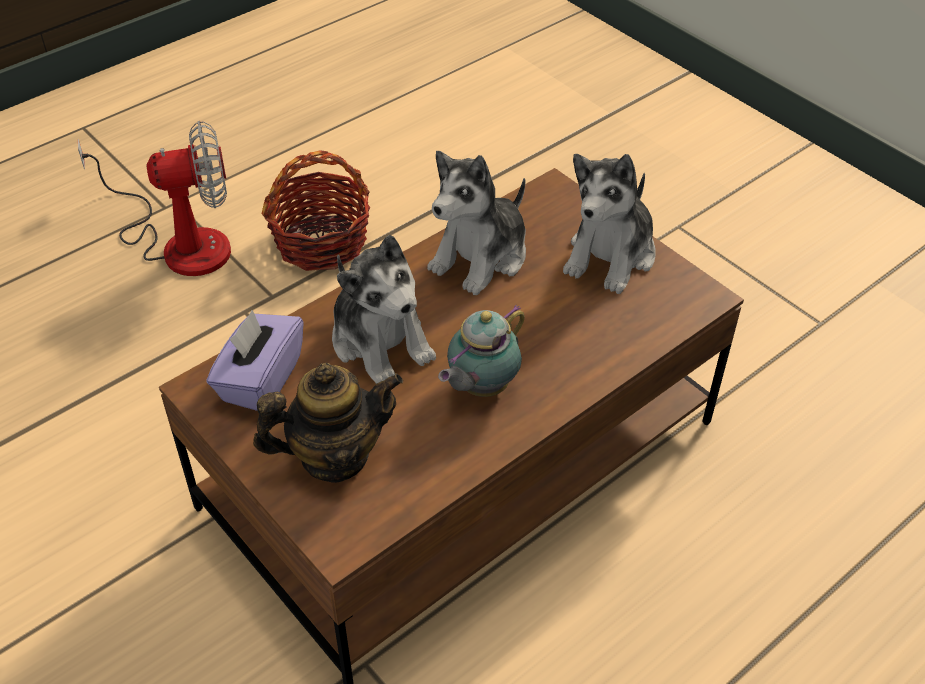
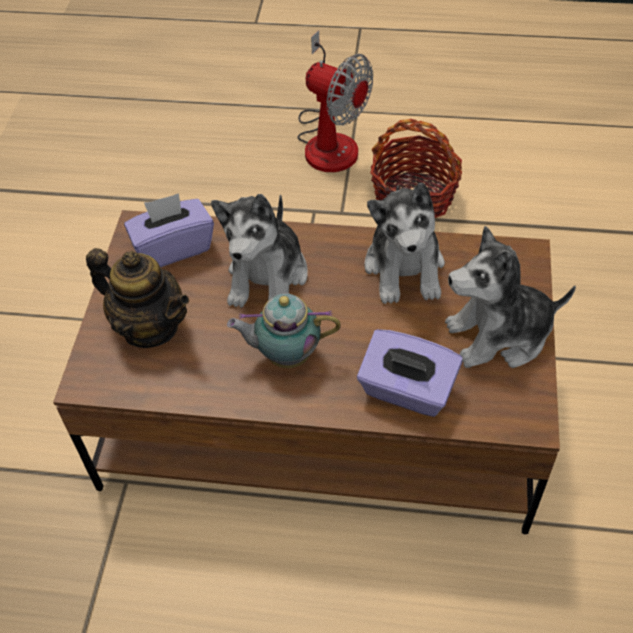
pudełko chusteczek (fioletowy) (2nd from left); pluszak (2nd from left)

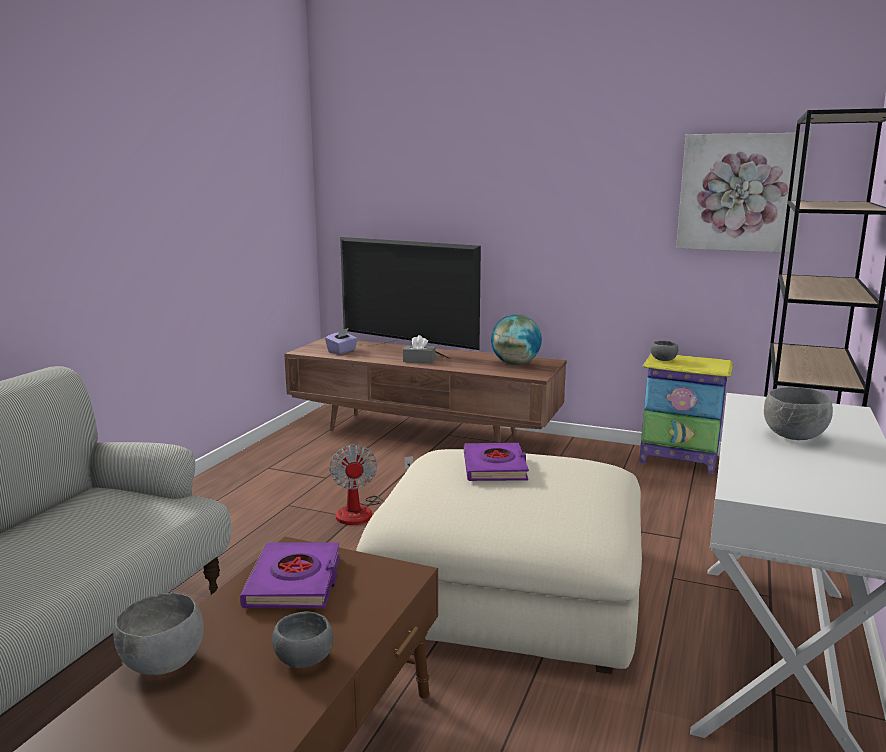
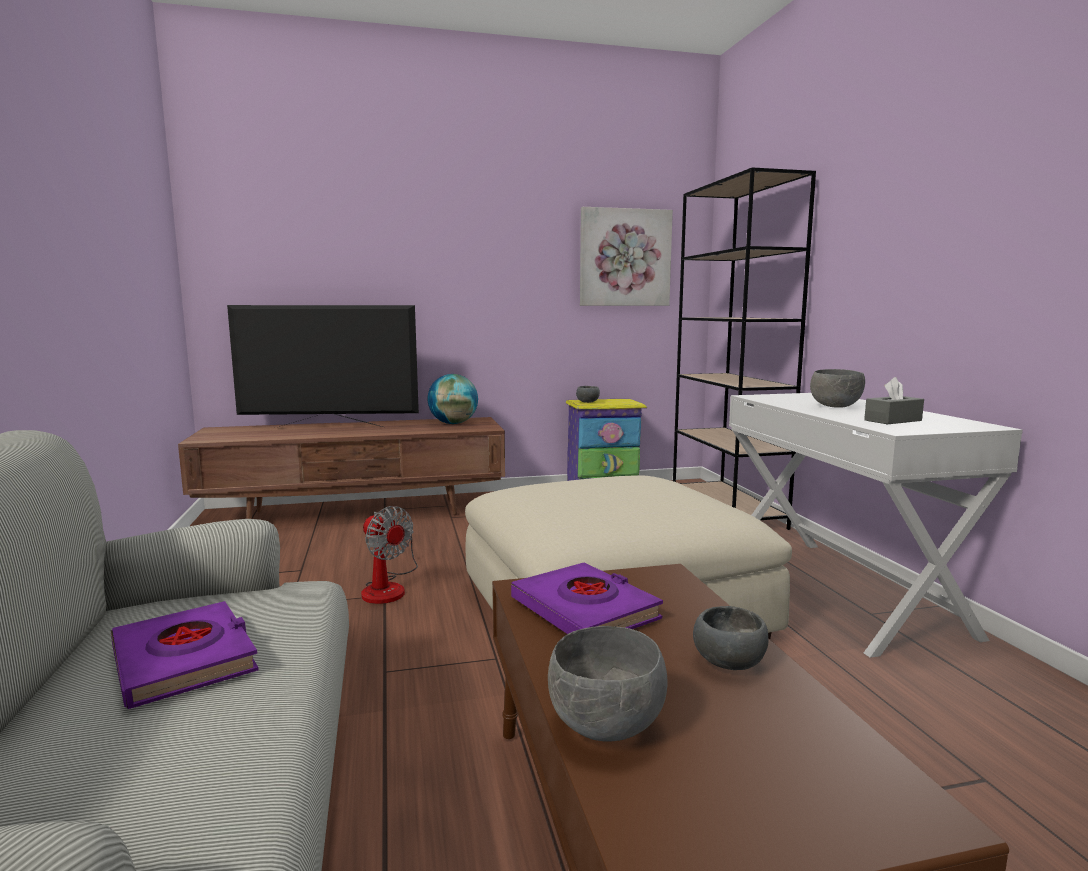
książka (fioletowy) (1st from left); pudełko chusteczek (szary); pudełko chusteczek (fioletowy)

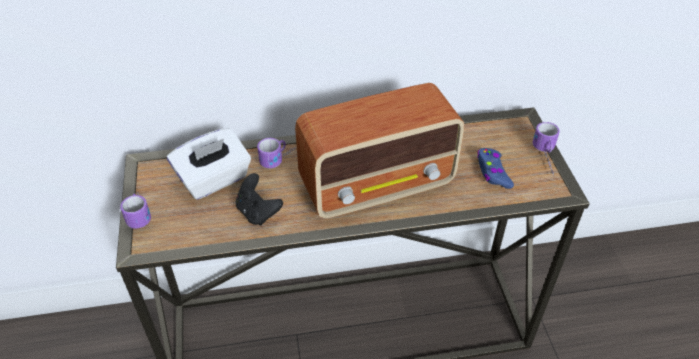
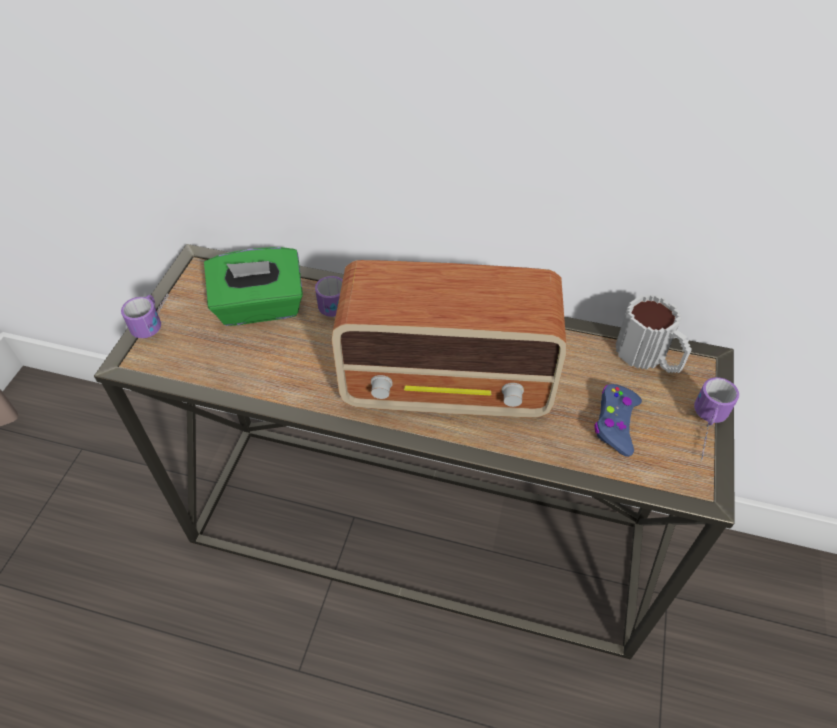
pudełko chusteczek (zielony); kubek (3rd from left); pad do gier (czarny)

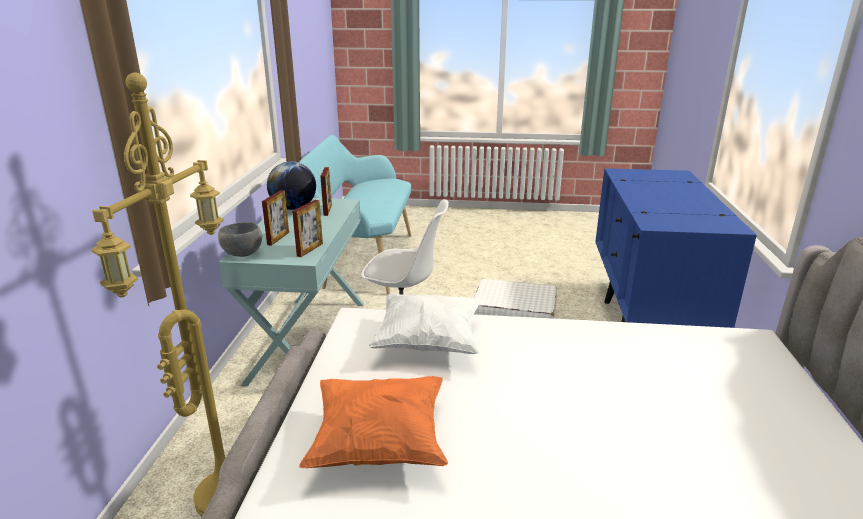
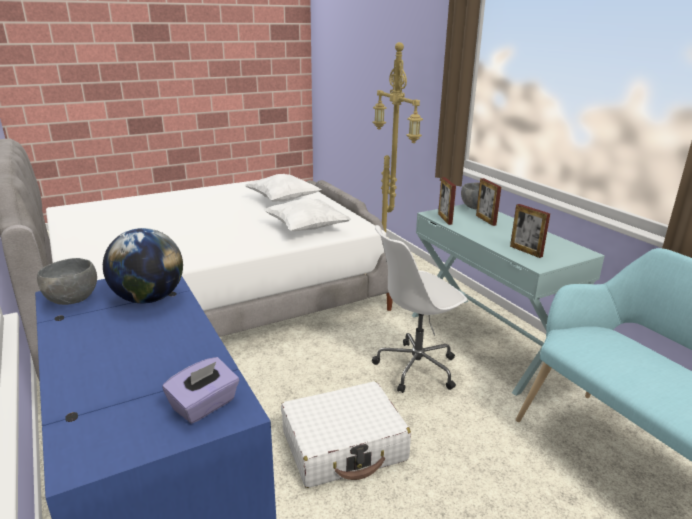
miska (szary) (1st from left); globus; pudełko chusteczek (fioletowy); poduszka (biały) (1st from left)

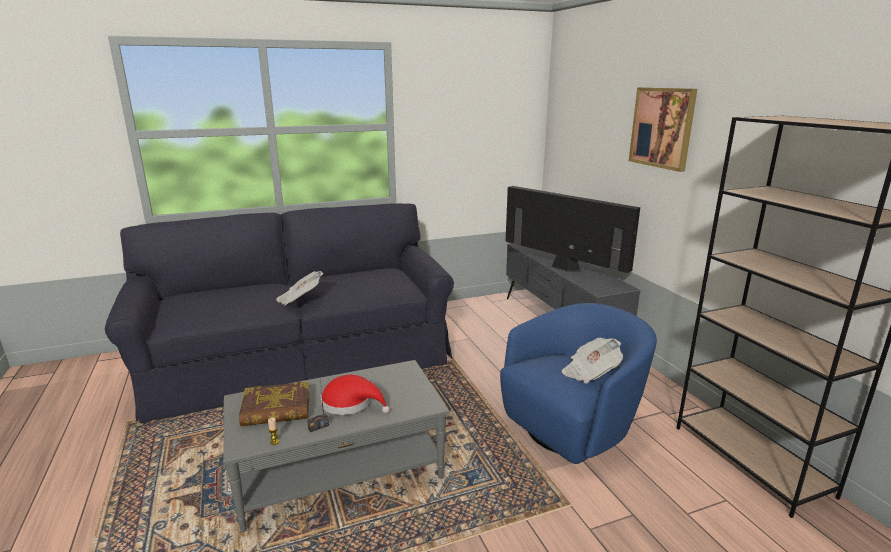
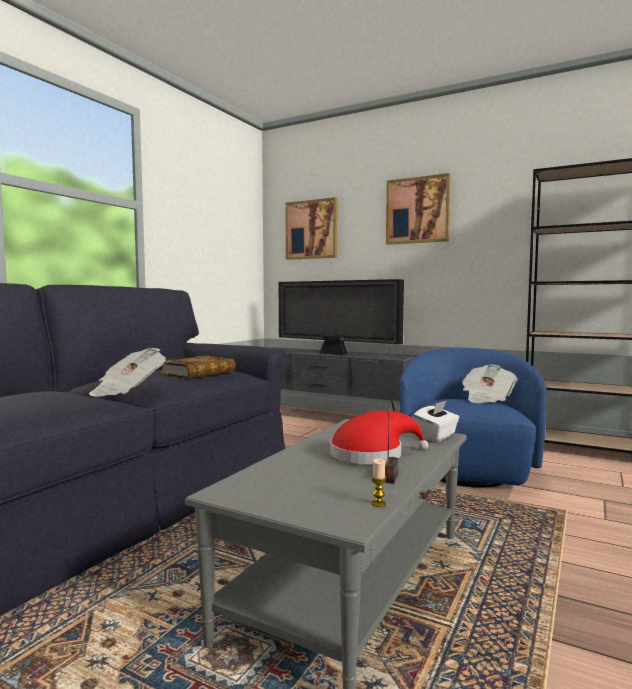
książka; telewizor; obraz (1st from left); pudełko chusteczek (biały)

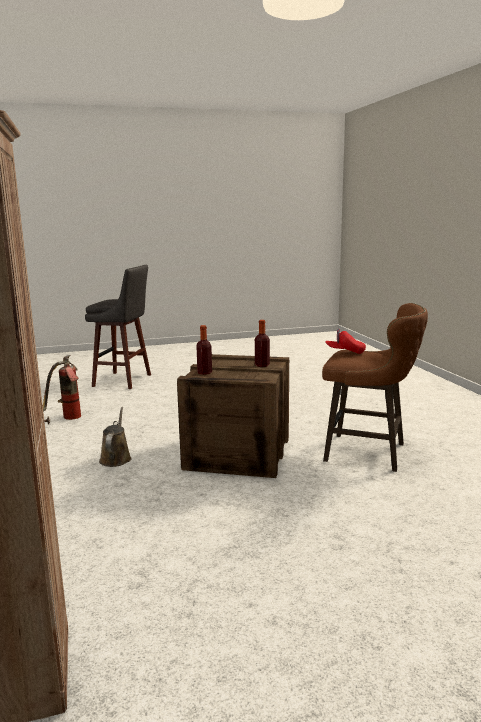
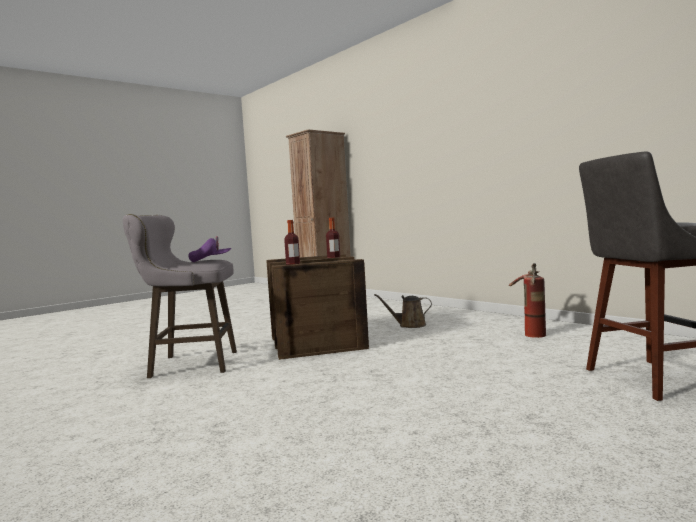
stołek (szary) (1st from left); czapka z daszkiem (fioletowy); konewka (brązowy)

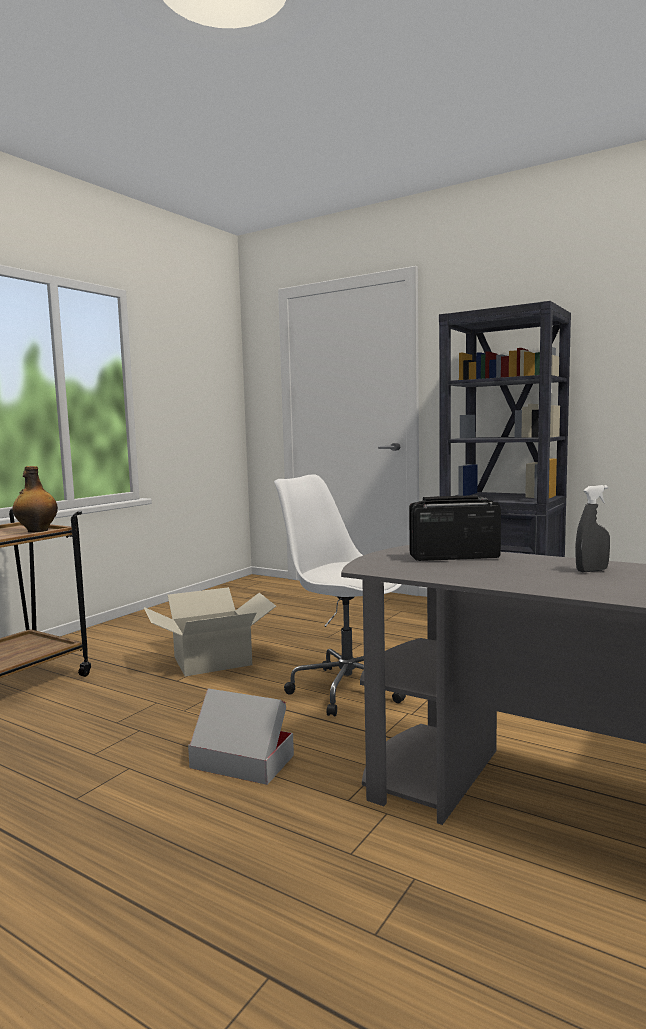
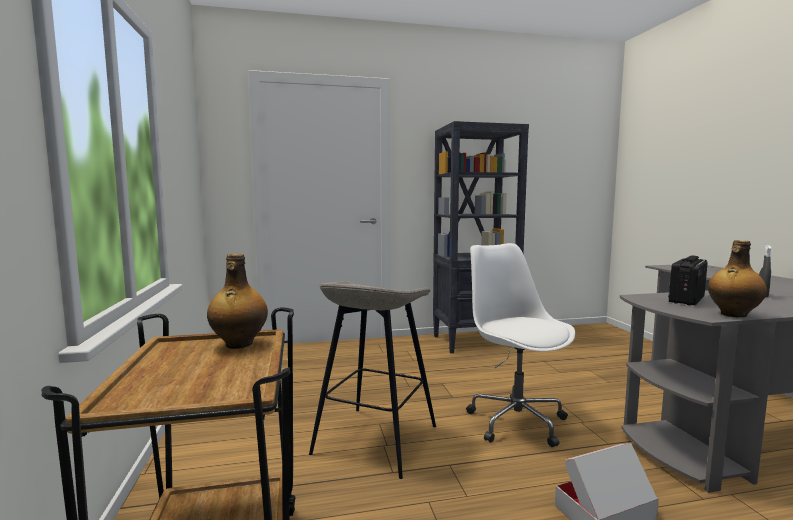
stołek (szary); krzesło biurowe (biały); butelka (2nd from left)

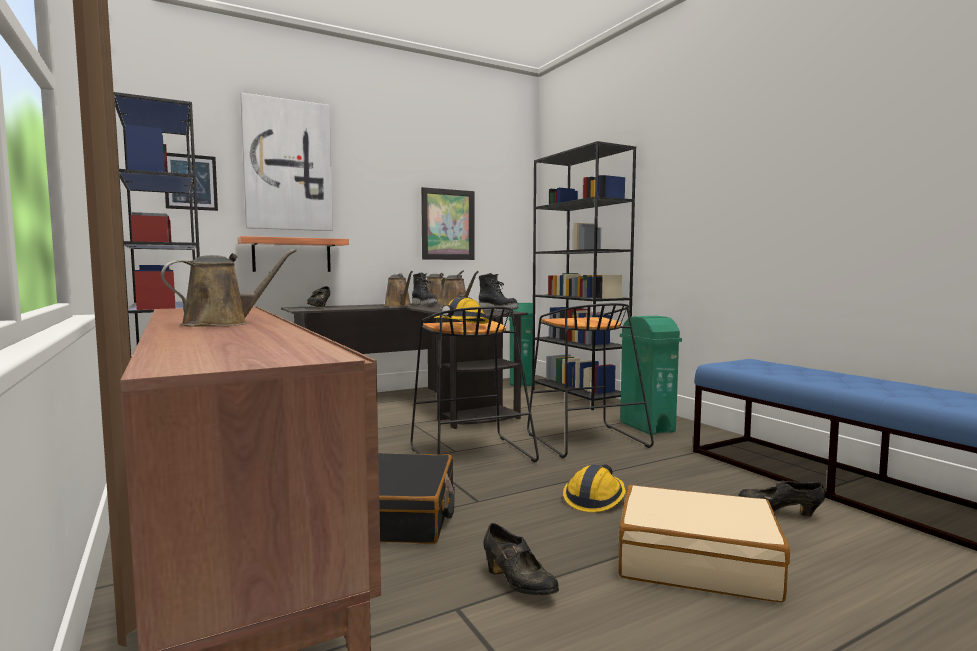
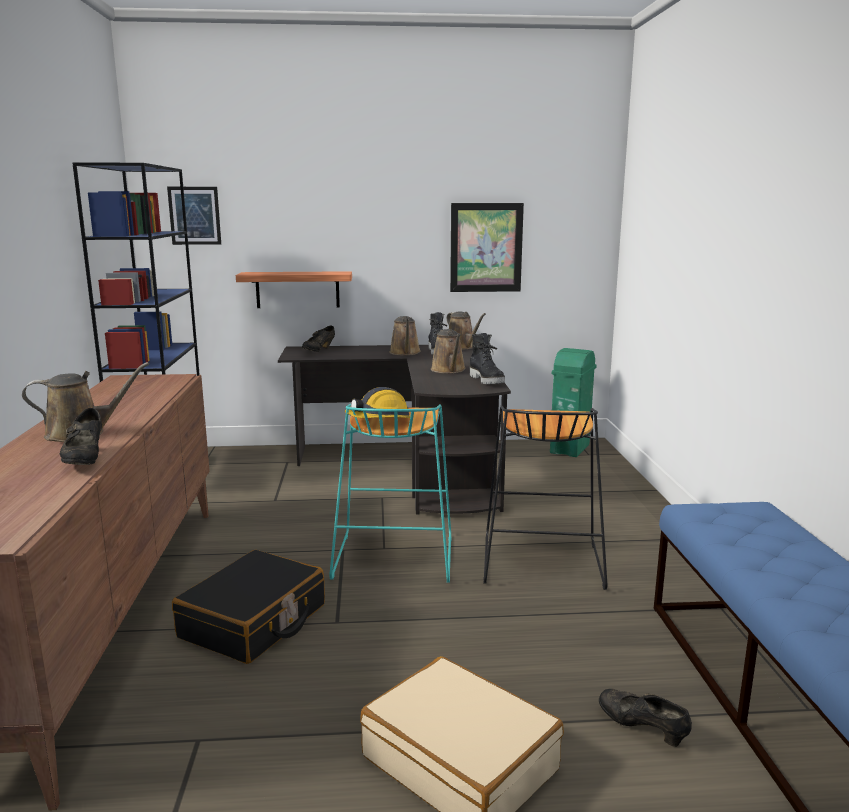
but (czarny) (1st from left); stołek (turkusowy); obraz (2nd from left in the first image); regał (czarny); kask (2nd from left in the first image); kosz na śmieci (zielony) (2nd from left in the first image)

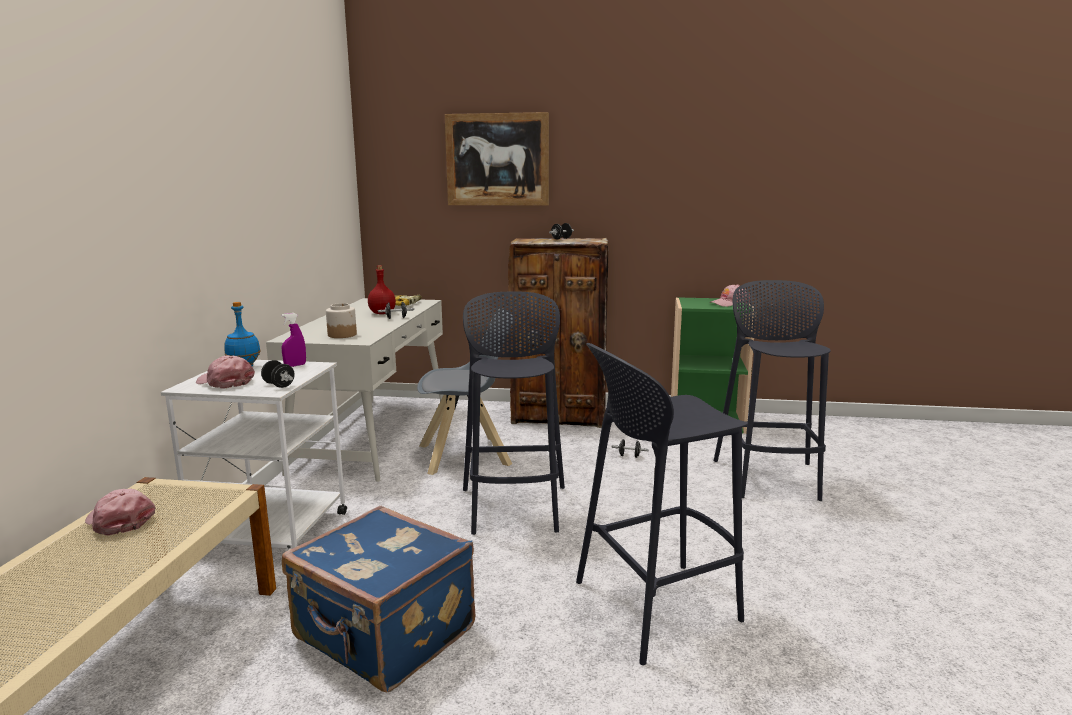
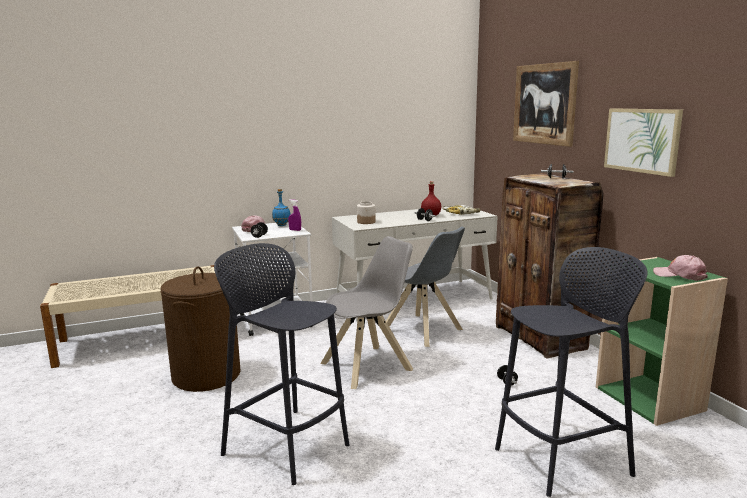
kosz na pranie (brązowy); krzesło (szary) (1st from left); obraz (2nd from left); czapka z daszkiem (różowy) (1st from left in the first image)

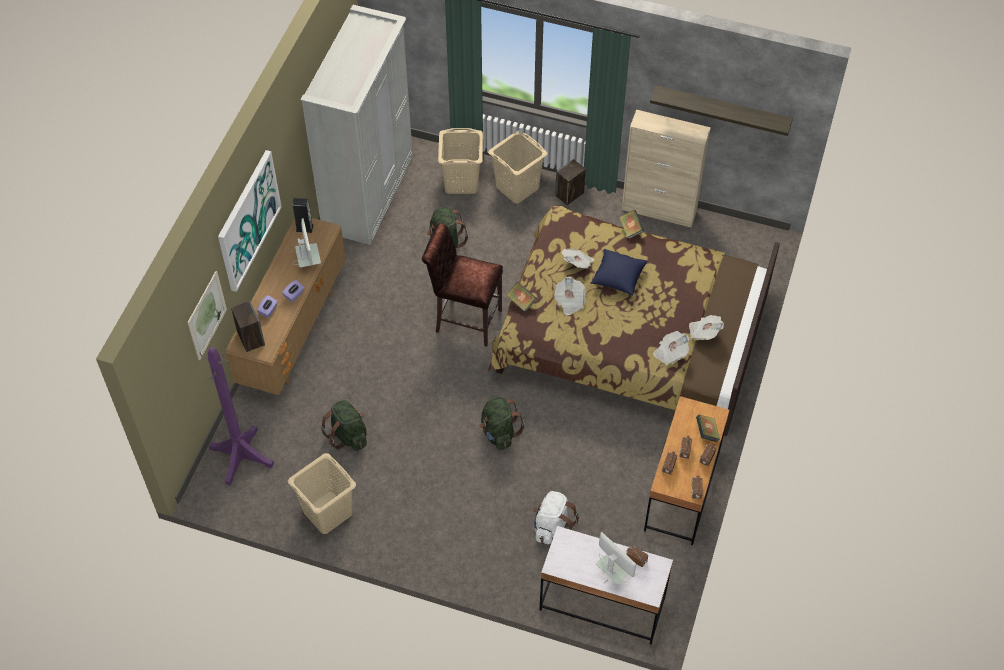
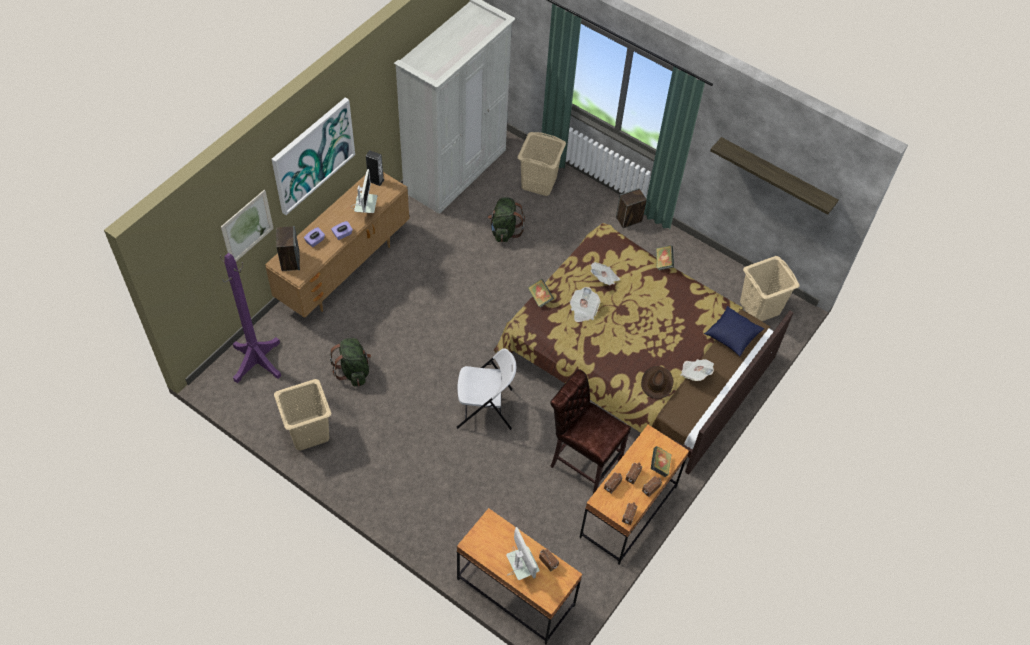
krzesło (biały); biurko (brązowy) (1st from left); stołek (brązowy); kapelusz (brązowy); poduszka (niebieski); kosz na pranie (beżowy) (3rd from left); plecak (biały); szafka (beżowy)

